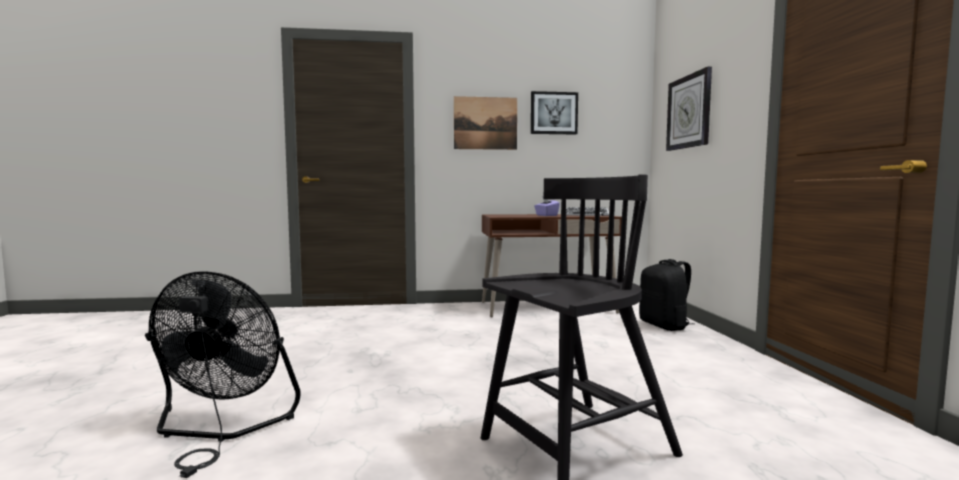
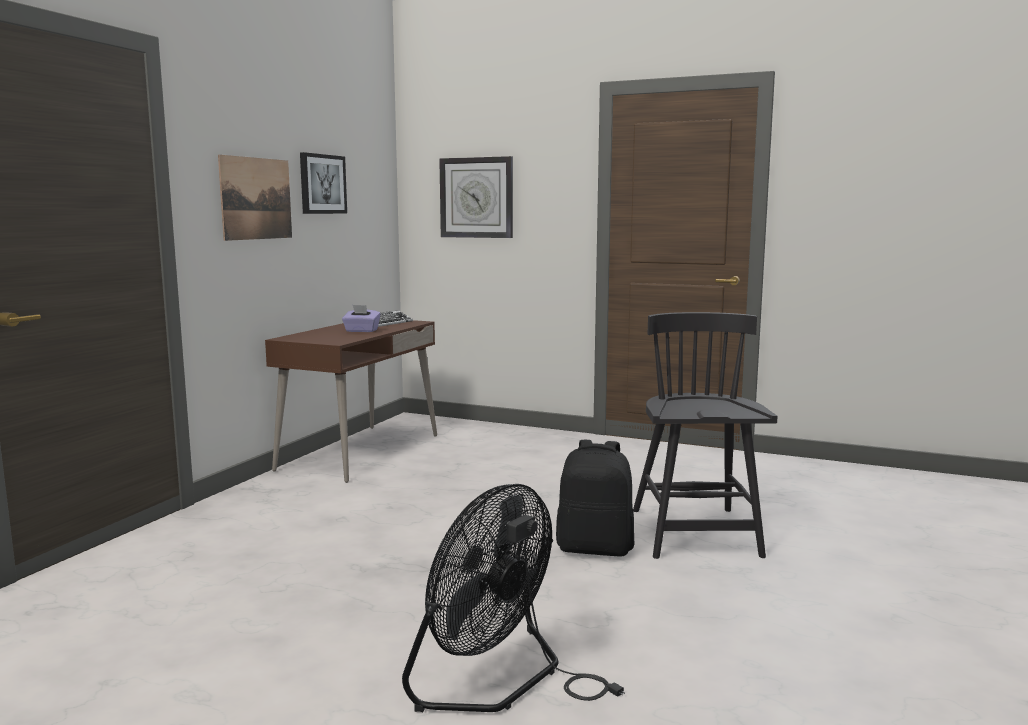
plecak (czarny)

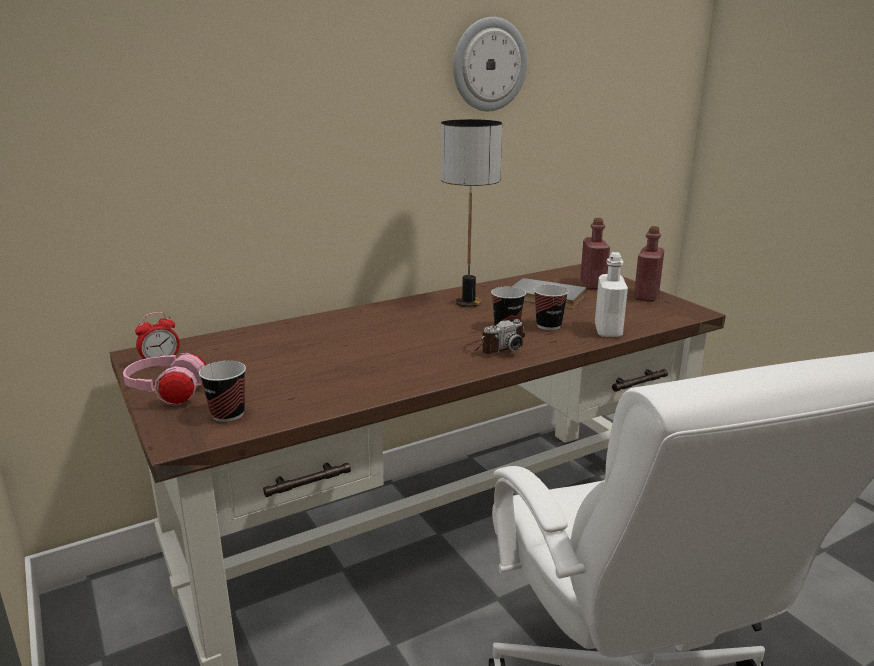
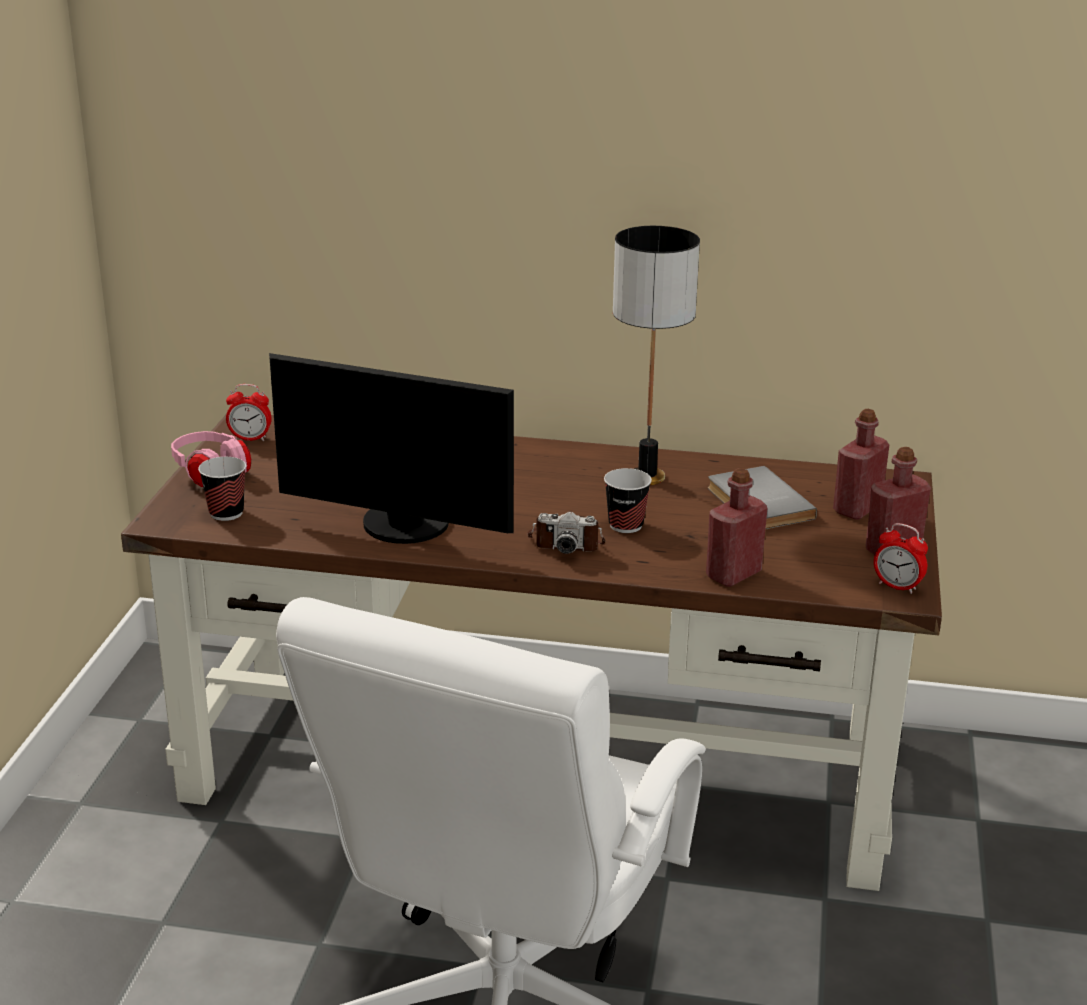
monitor; butelka (czerwony) (1st from left); budzik (2nd from left); zegar ścienny; filiżanka (3rd from left in the first image)

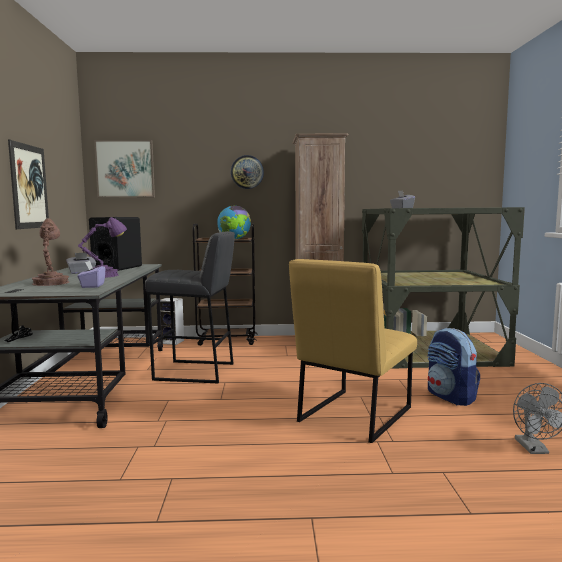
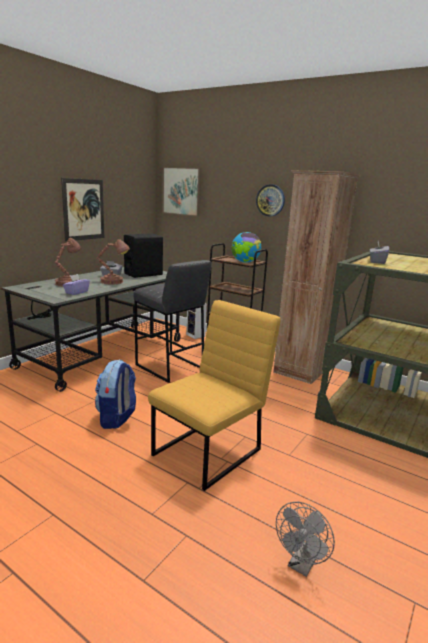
plecak; lampa stołowa (brązowy) (2nd from left); krzesło (żółty)

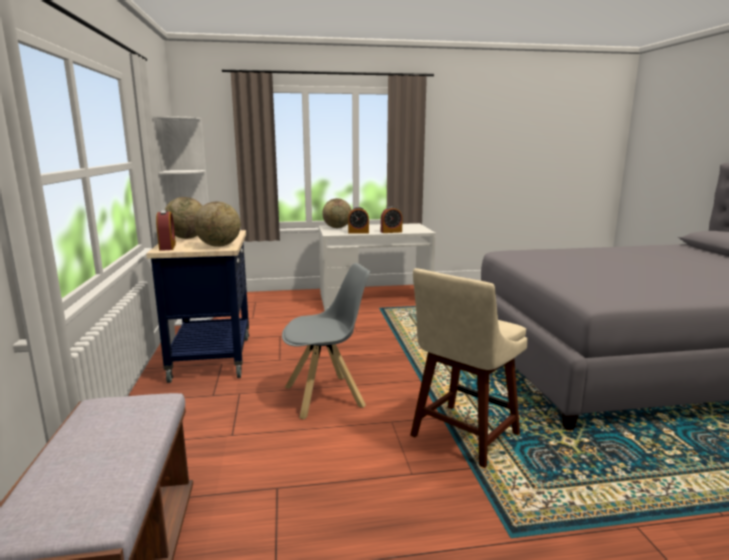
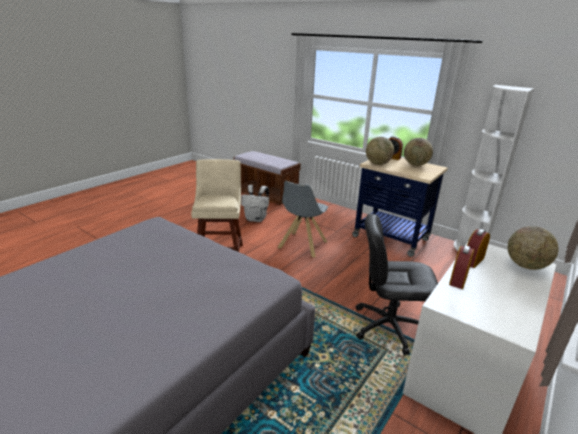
plecak (biały); krzesło biurowe (czarny)

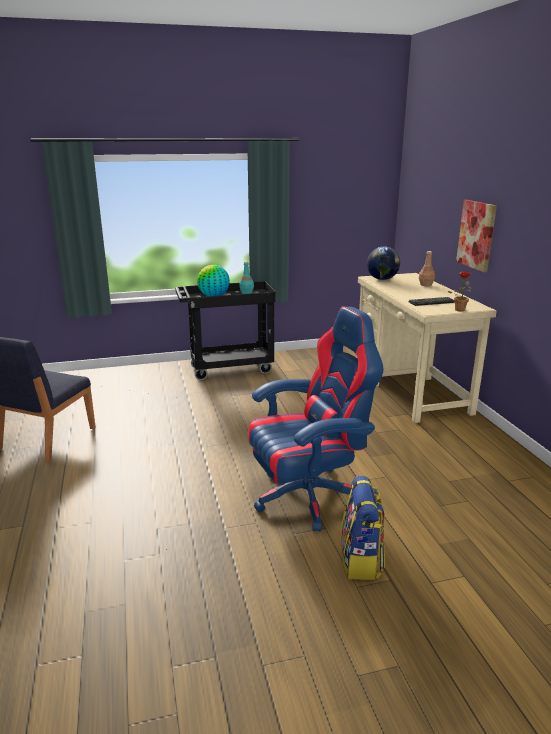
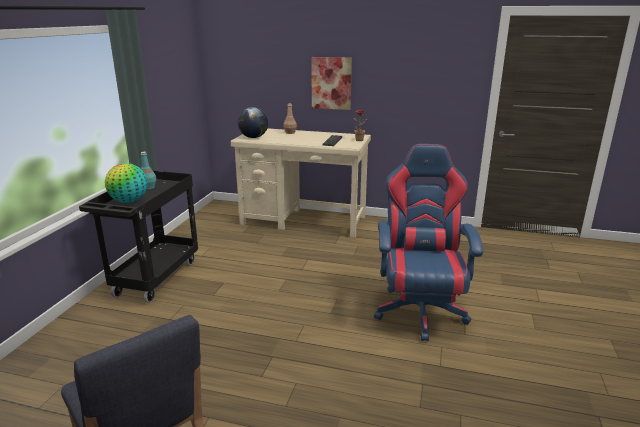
plecak

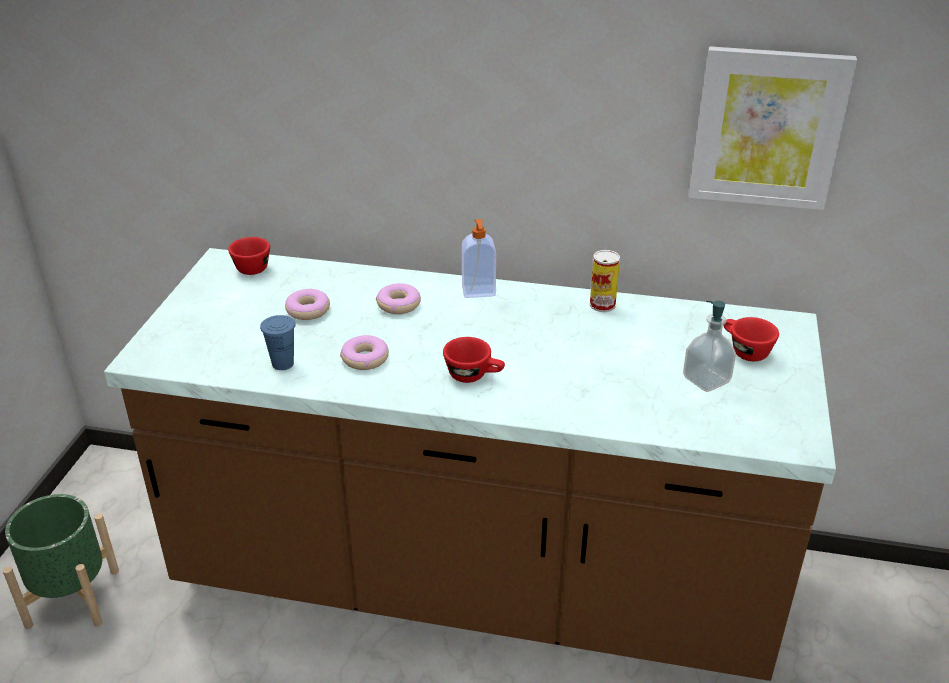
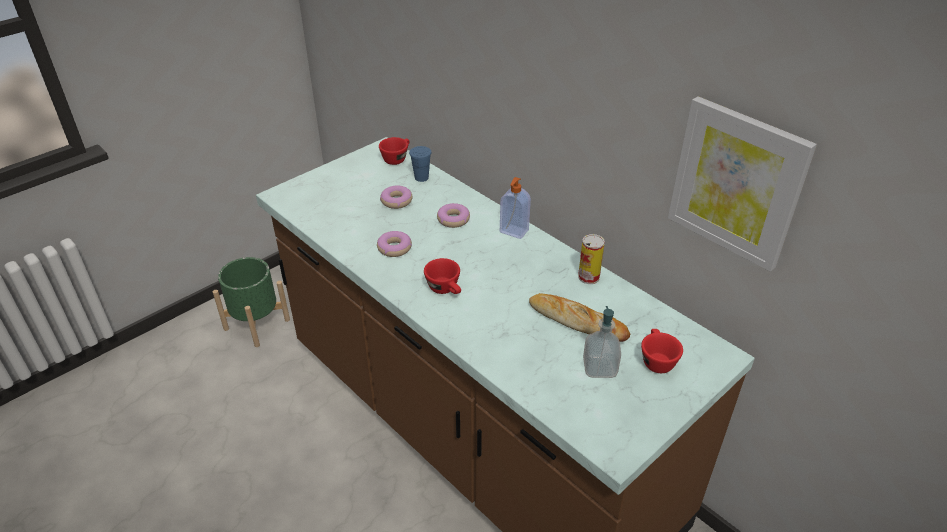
filiżanka (niebieski); chleb

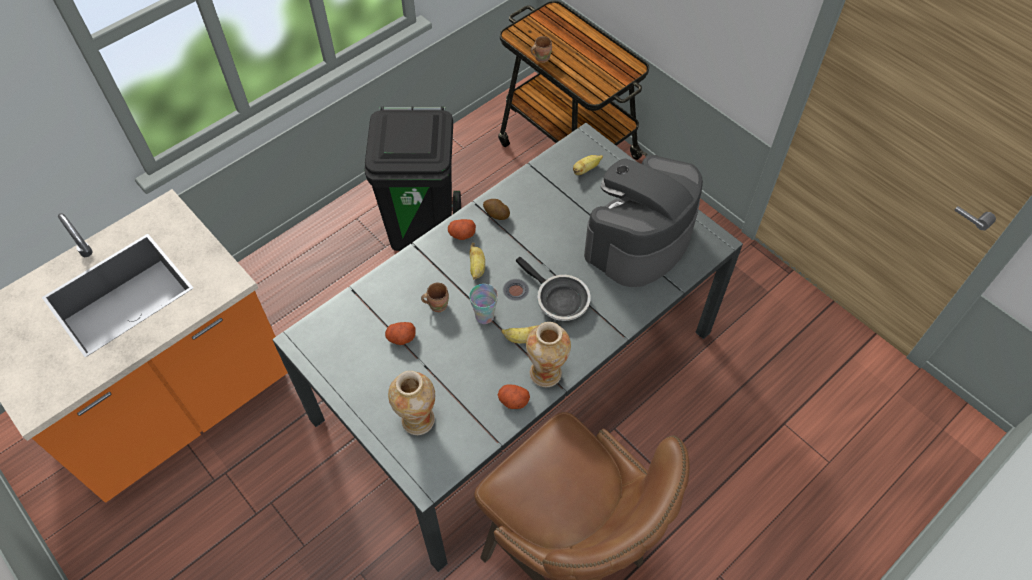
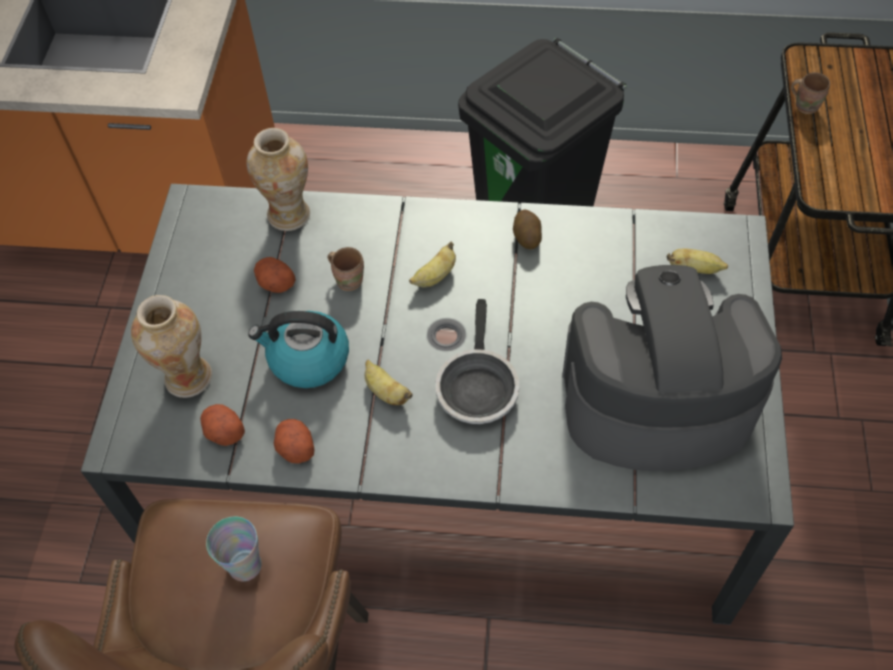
ziemniak (1st from left); filiżanka; wazon (2nd from left); czajnik

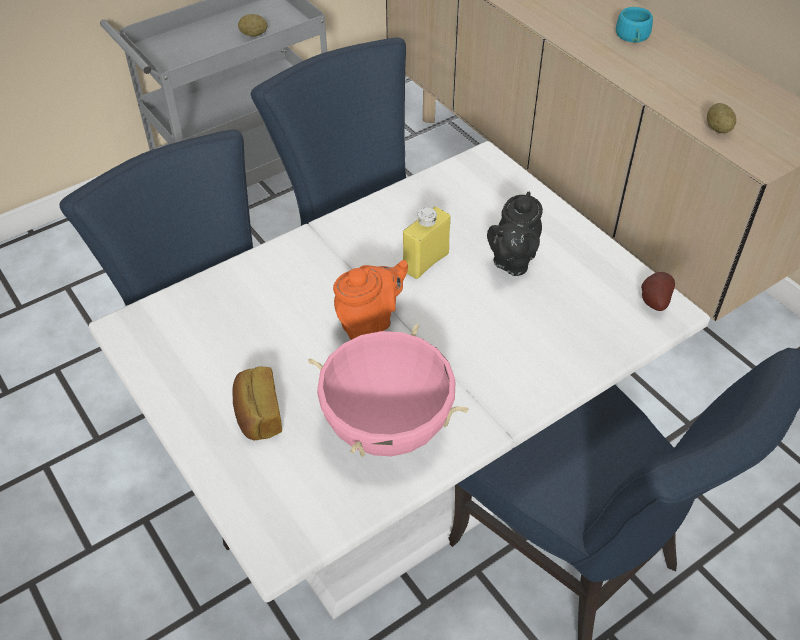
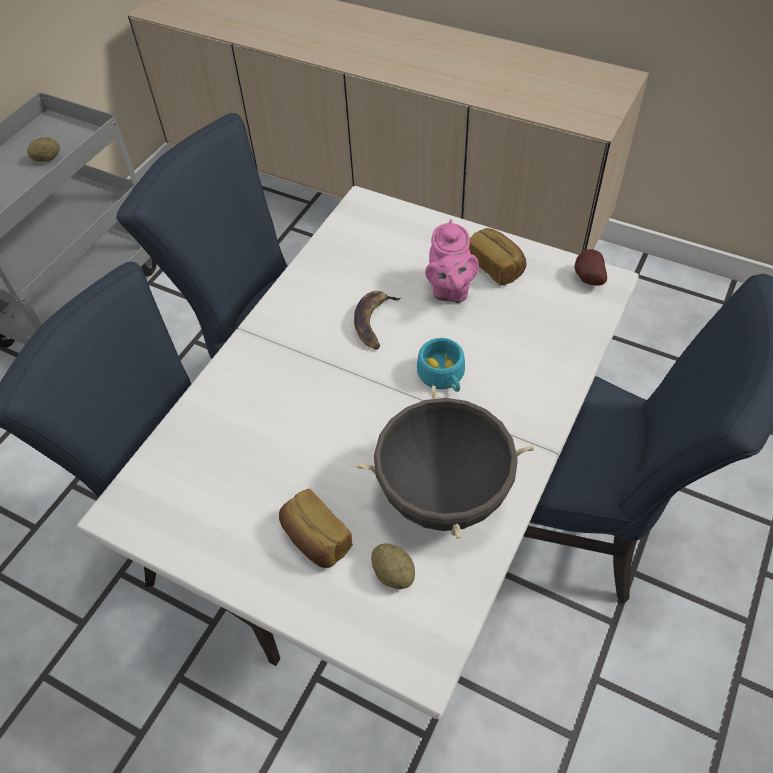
banan; garnek (czarny); ziemniak (2nd from left); filiżanka (turkusowy); imbryk (różowy); chleb (2nd from left); imbryk (pomarańczowy)

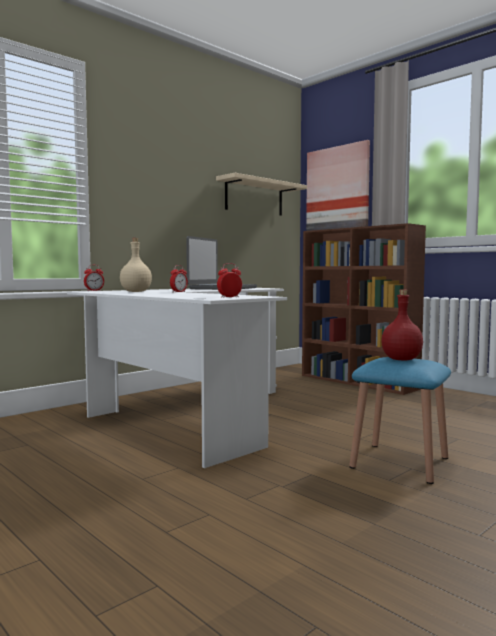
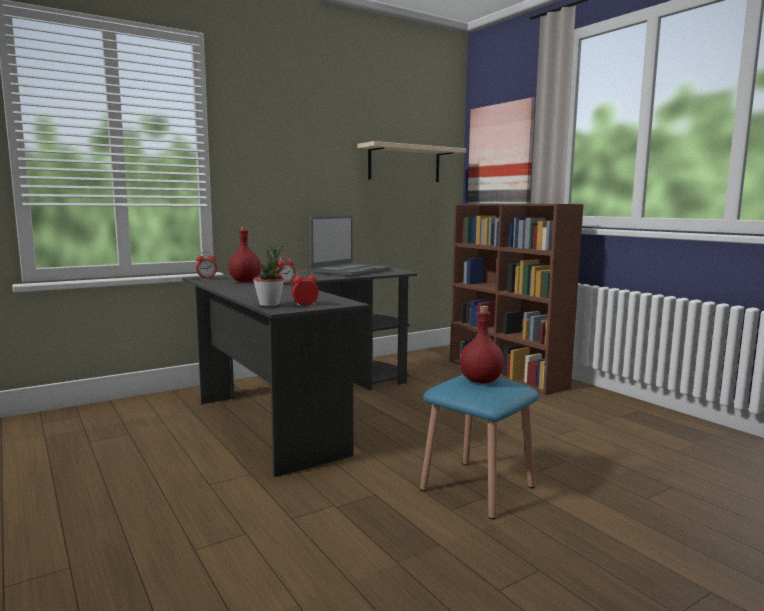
biurko (czarny); butelka (czerwony) (1st from left); roślina doniczkowa

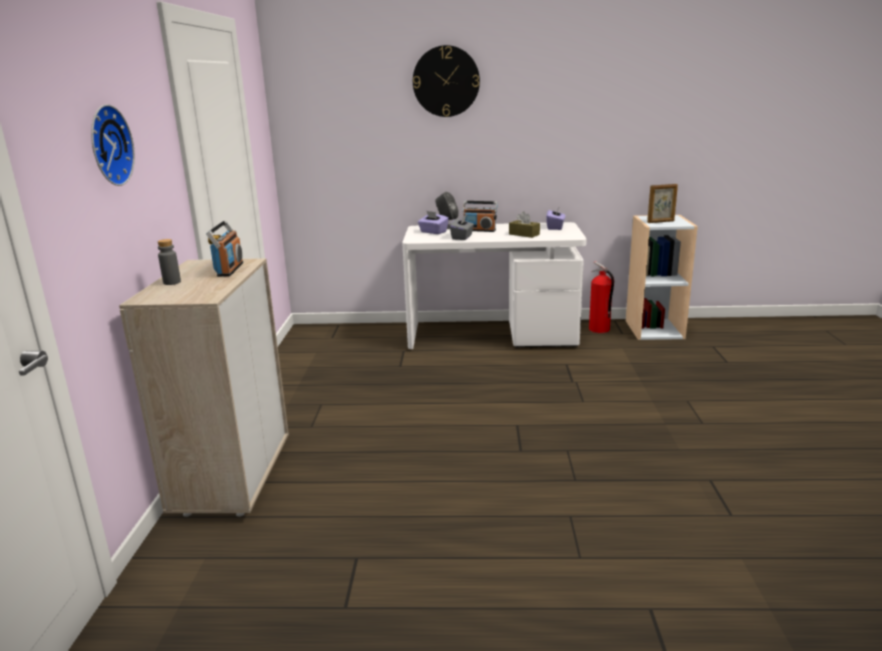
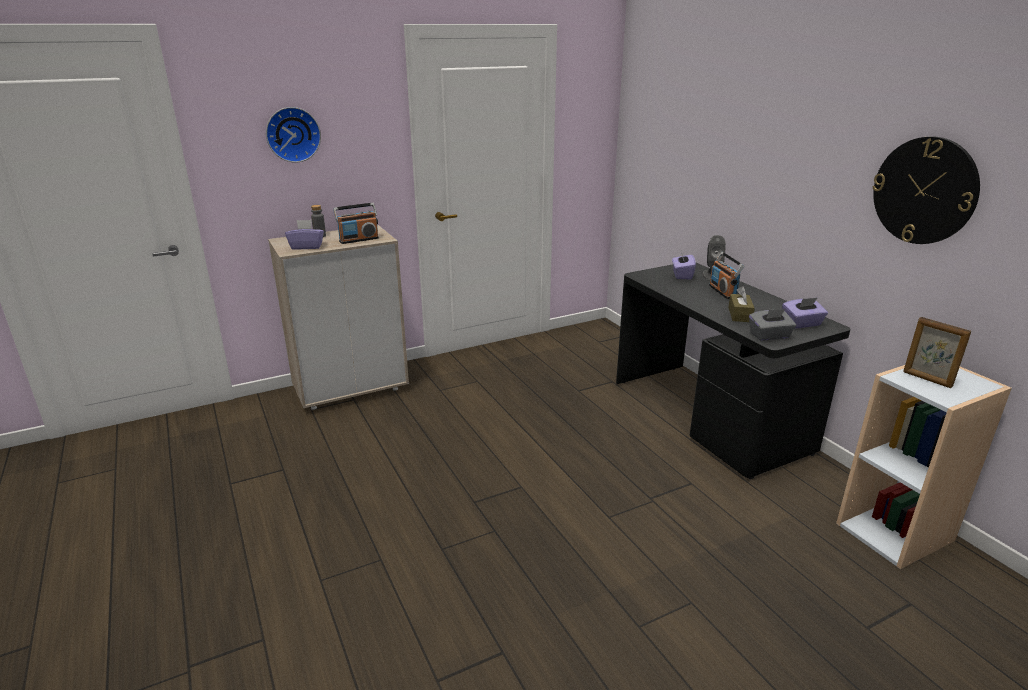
pudełko chusteczek (fioletowy) (1st from left); biurko (czarny); pudełko chusteczek (szary); zegar ścienny (2nd from left); gaśnica

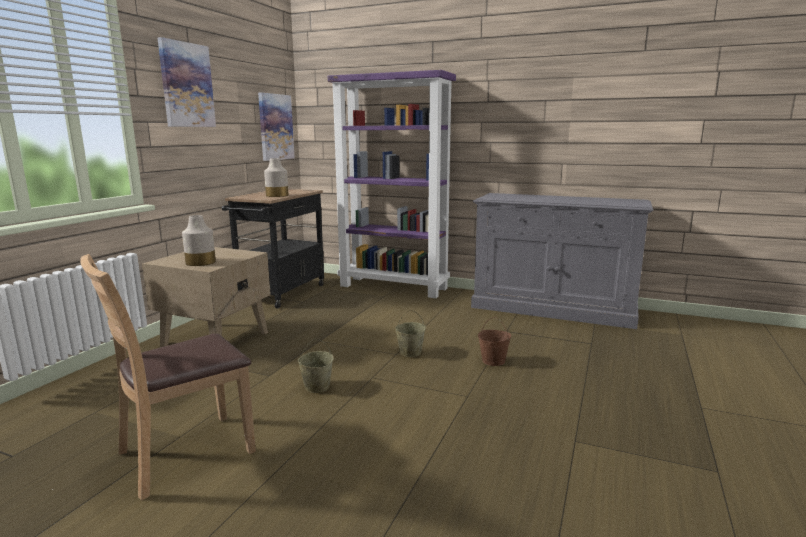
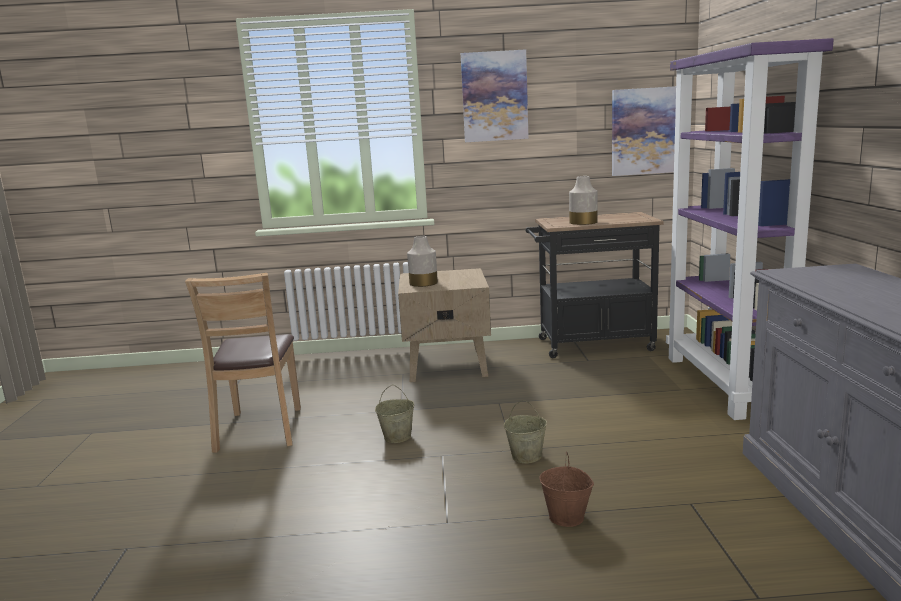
krzesło (brązowy)

